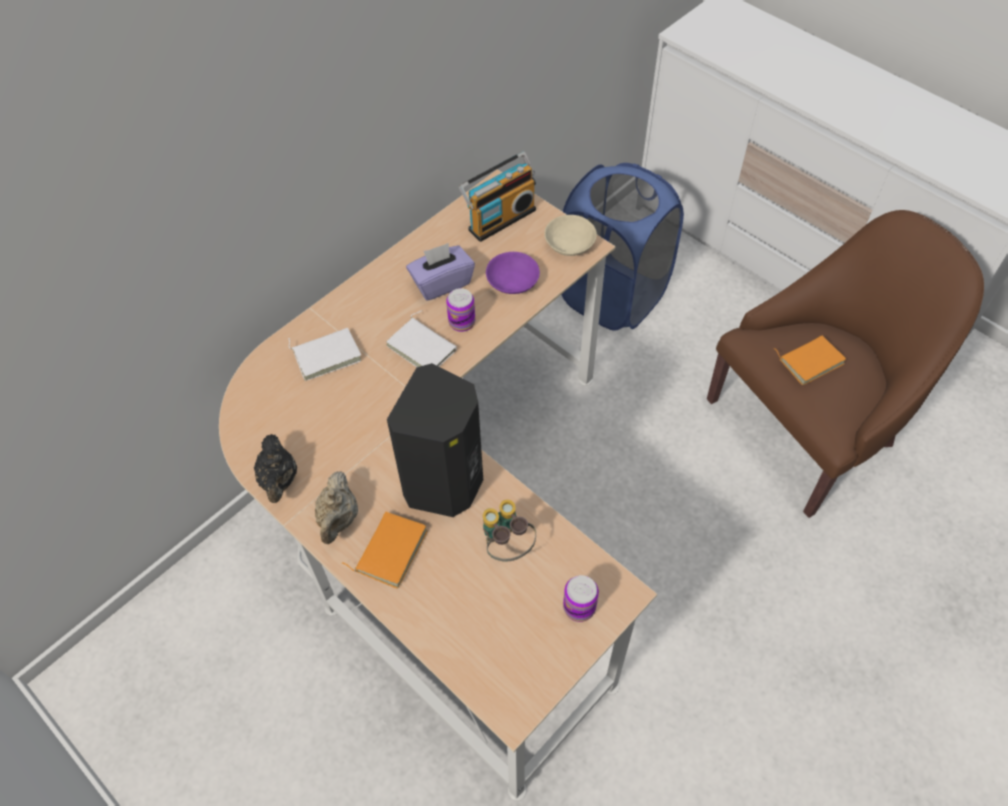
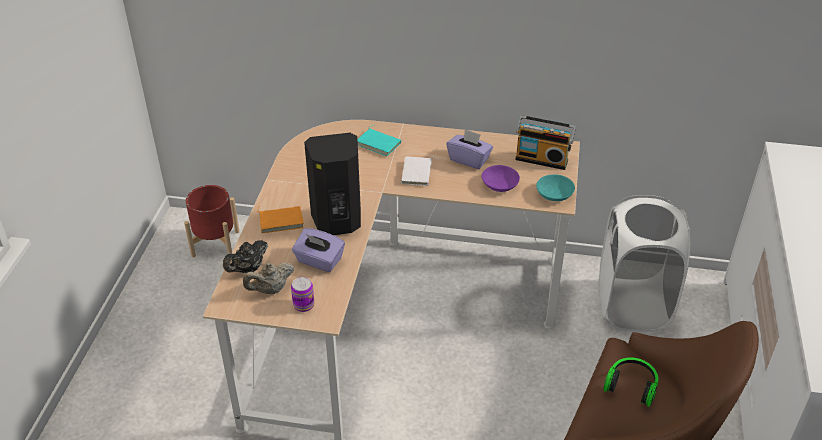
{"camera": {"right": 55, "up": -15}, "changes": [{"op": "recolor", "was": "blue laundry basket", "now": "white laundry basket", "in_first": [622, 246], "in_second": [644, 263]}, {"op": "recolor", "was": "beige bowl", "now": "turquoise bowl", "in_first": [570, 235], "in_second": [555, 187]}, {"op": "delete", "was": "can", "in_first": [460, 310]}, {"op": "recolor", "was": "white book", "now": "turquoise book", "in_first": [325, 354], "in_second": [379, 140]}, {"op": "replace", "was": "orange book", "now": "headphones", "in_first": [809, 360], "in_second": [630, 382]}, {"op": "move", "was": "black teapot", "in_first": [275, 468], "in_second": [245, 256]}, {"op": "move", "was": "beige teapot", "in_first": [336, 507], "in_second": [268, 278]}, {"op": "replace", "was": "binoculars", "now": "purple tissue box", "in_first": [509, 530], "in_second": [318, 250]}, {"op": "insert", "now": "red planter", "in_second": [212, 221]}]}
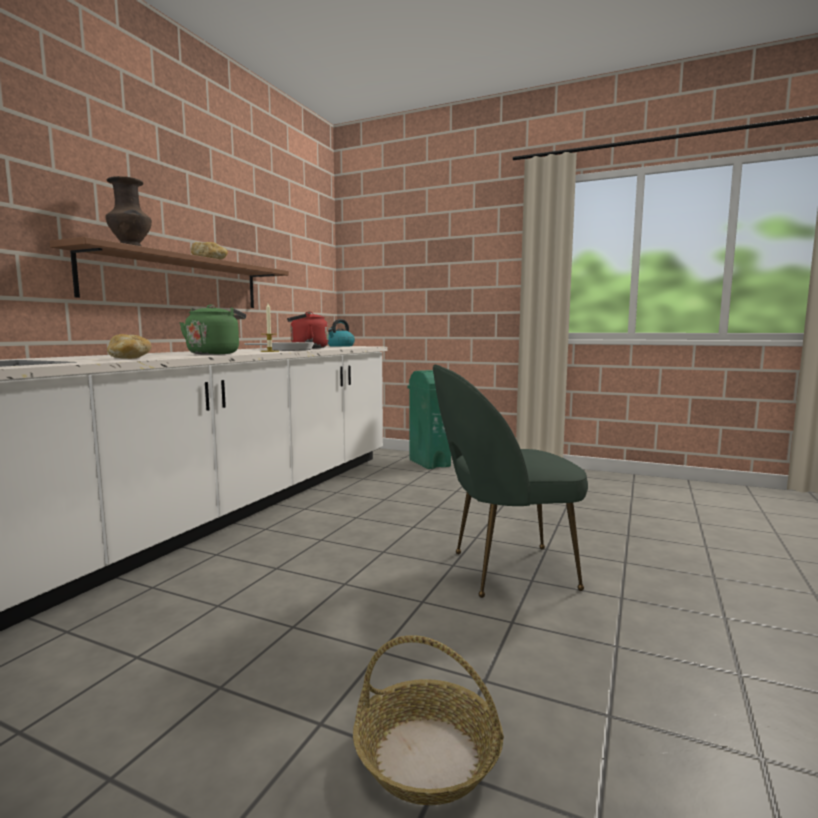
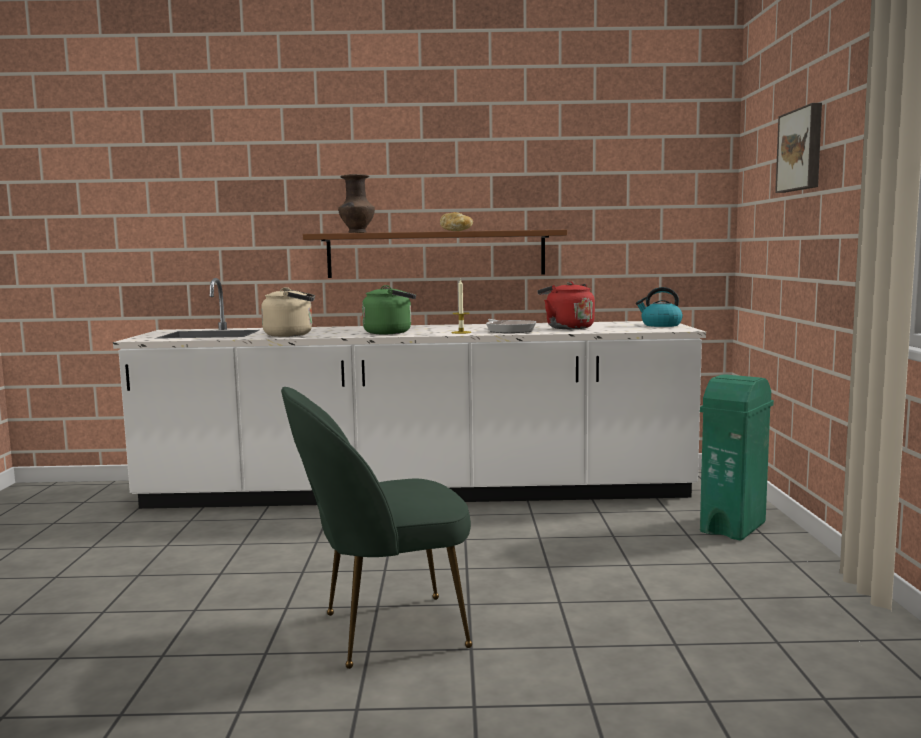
{"camera": {"right": 65, "up": 0}, "changes": [{"op": "replace", "was": "bread", "now": "beige kettle", "in_first": [129, 346], "in_second": [288, 312]}, {"op": "rotate", "was": "green chair", "in_first": [510, 481], "in_second": [376, 528], "clockwise": -75}, {"op": "delete", "was": "basket", "in_first": [428, 720]}, {"op": "insert", "now": "picture", "in_second": [798, 148]}]}
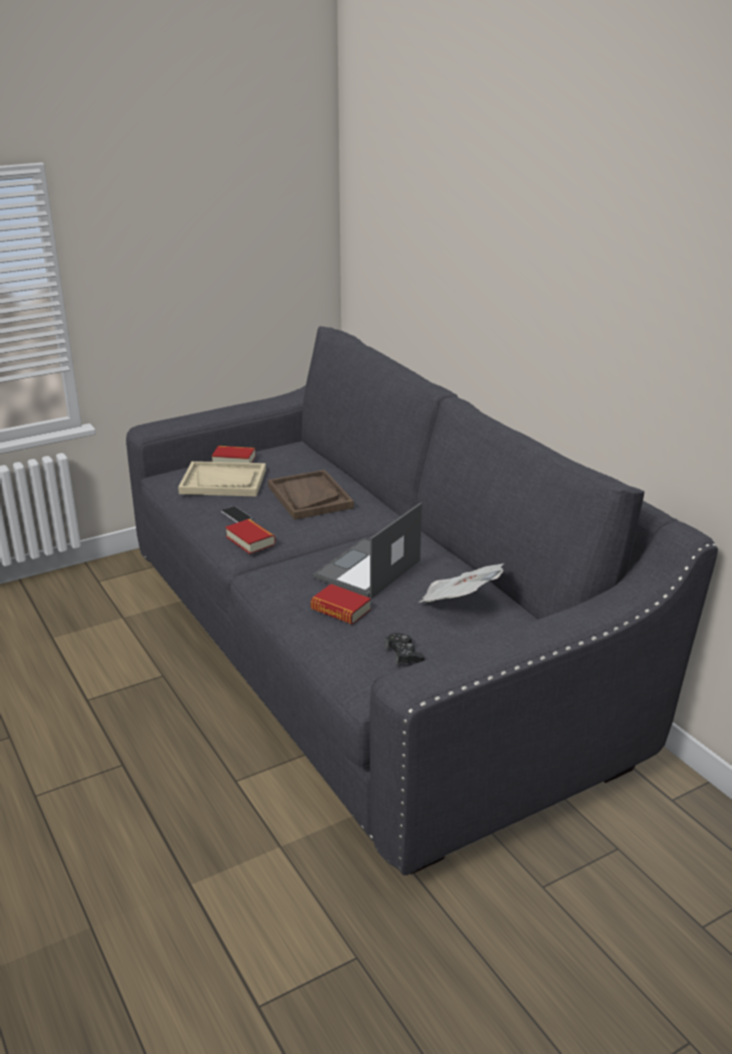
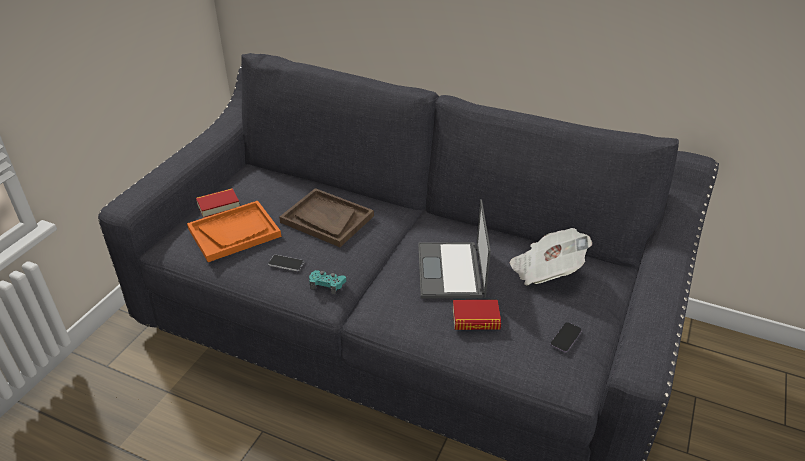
{"camera": {"right": -35, "up": 10}, "changes": [{"op": "recolor", "was": "beige tray", "now": "orange tray", "in_first": [222, 478], "in_second": [234, 231]}, {"op": "replace", "was": "book", "now": "turquoise game controller", "in_first": [250, 536], "in_second": [327, 282]}, {"op": "replace", "was": "black game controller", "now": "phone", "in_first": [405, 649], "in_second": [566, 337]}]}
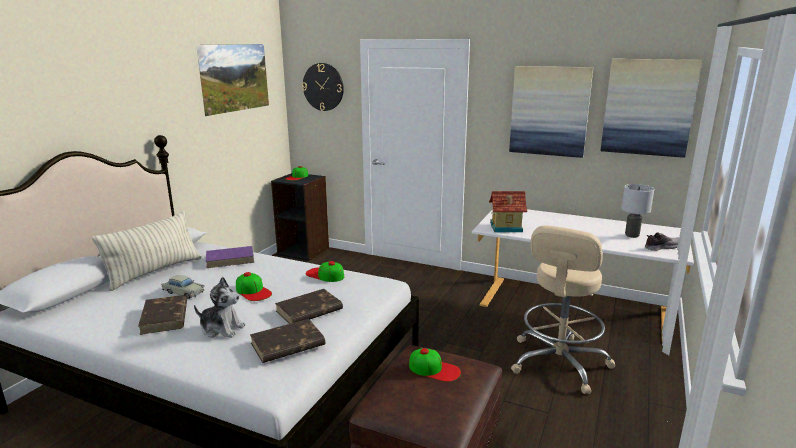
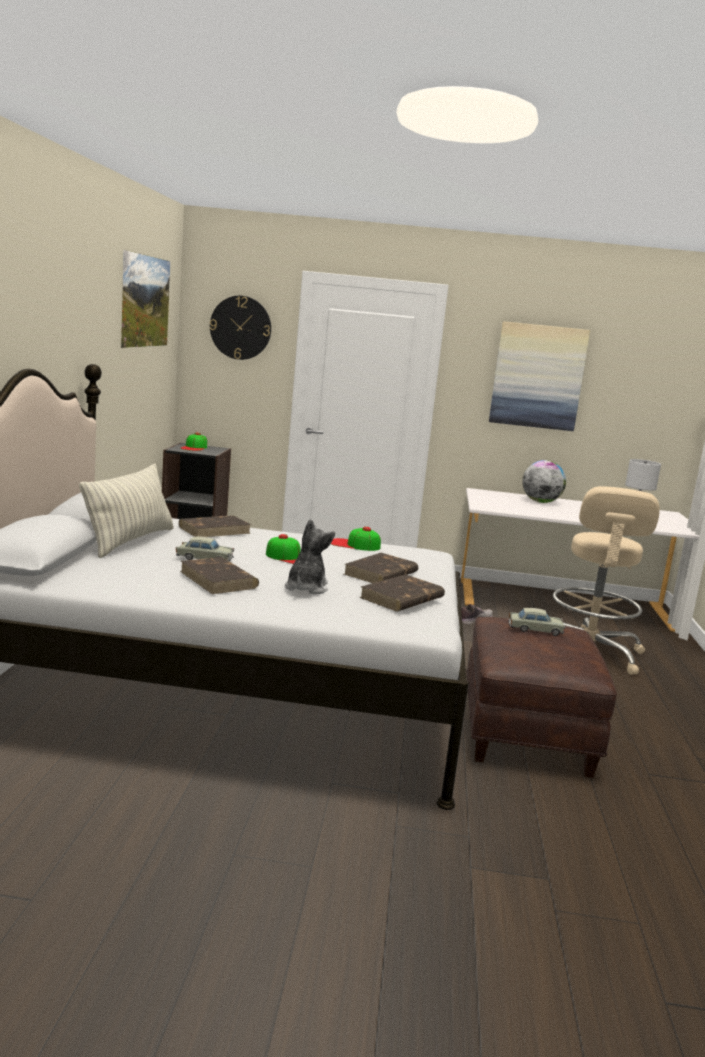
{"camera": {"right": -20, "up": -5}, "changes": [{"op": "delete", "was": "picture", "in_first": [651, 108]}, {"op": "delete", "was": "toy house", "in_first": [508, 211]}, {"op": "move", "was": "shoe", "in_first": [662, 241], "in_second": [477, 614]}, {"op": "recolor", "was": "purple book", "now": "brown book", "in_first": [230, 257], "in_second": [215, 526]}, {"op": "rotate", "was": "plush toy", "in_first": [220, 307], "in_second": [310, 557], "clockwise": -75}, {"op": "replace", "was": "cap", "now": "beige toy car", "in_first": [435, 365], "in_second": [536, 622]}, {"op": "insert", "now": "globe", "in_second": [544, 481]}]}
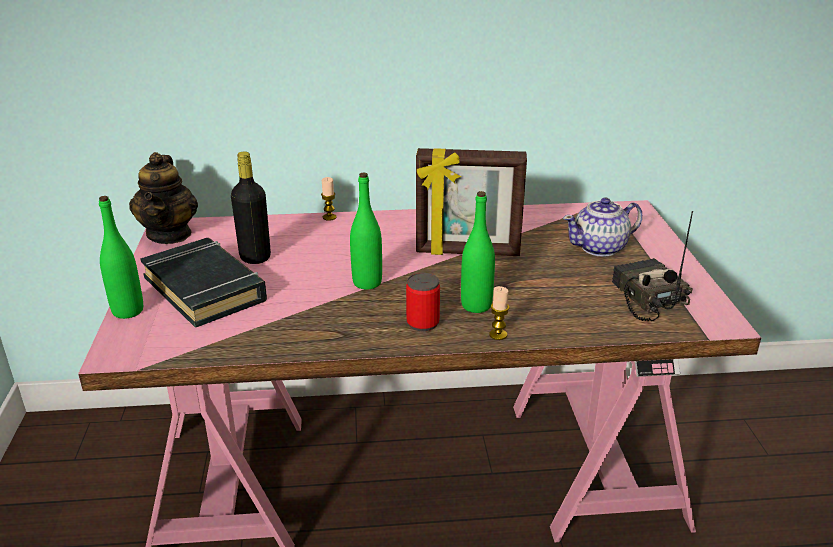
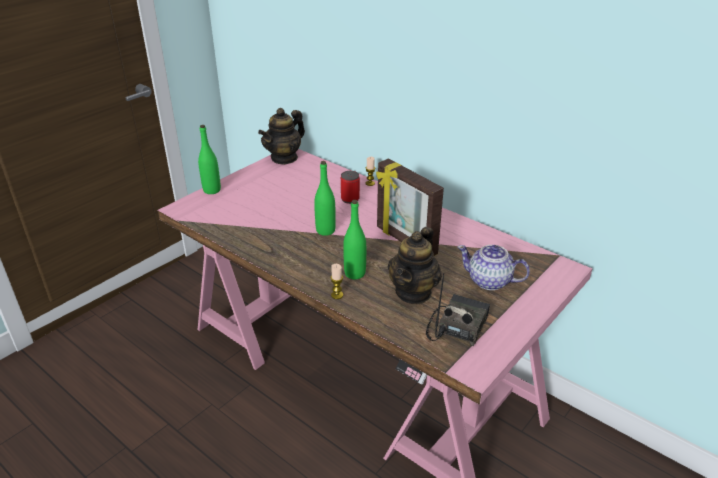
{"camera": {"right": 45, "up": 5}, "changes": [{"op": "delete", "was": "black bottle", "in_first": [251, 208]}, {"op": "delete", "was": "black book", "in_first": [203, 283]}, {"op": "move", "was": "can", "in_first": [423, 302], "in_second": [350, 187]}, {"op": "insert", "now": "teapot", "in_second": [415, 265]}]}
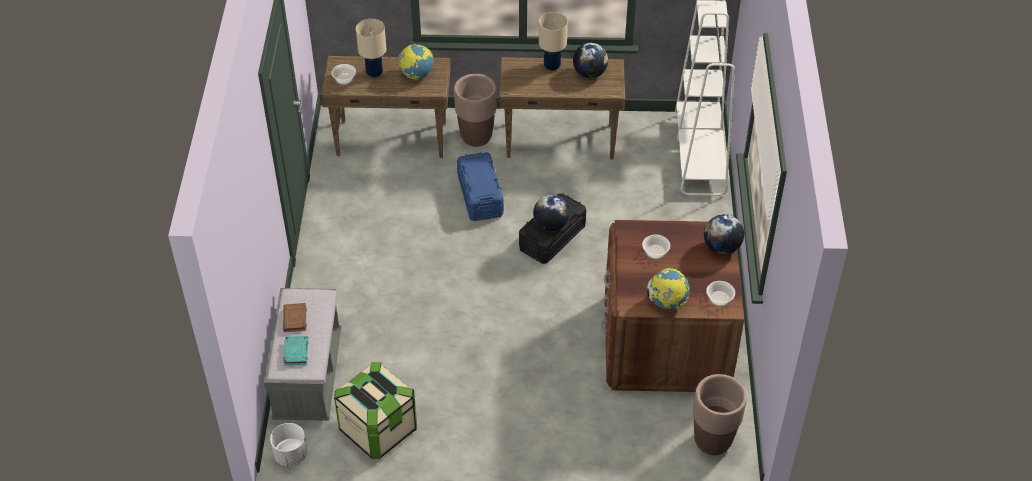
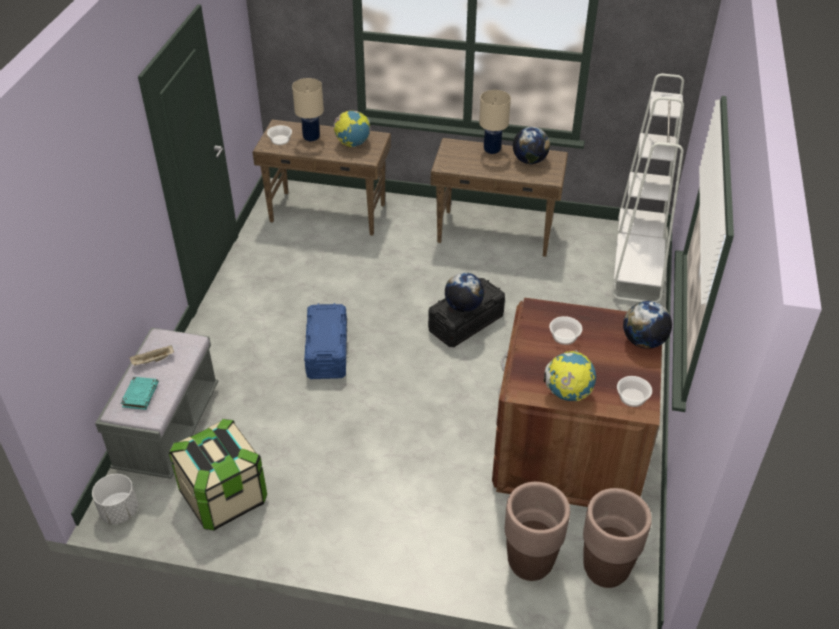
{"camera": {"right": 10, "up": -5}, "changes": [{"op": "move", "was": "brown planter", "in_first": [475, 110], "in_second": [537, 531]}, {"op": "move", "was": "blue storage box", "in_first": [480, 186], "in_second": [325, 341]}, {"op": "replace", "was": "brown book", "now": "beige tray", "in_first": [295, 317], "in_second": [152, 355]}]}
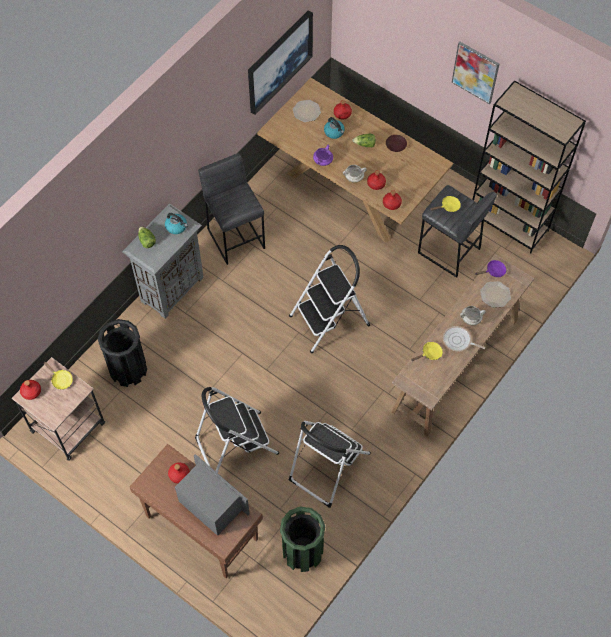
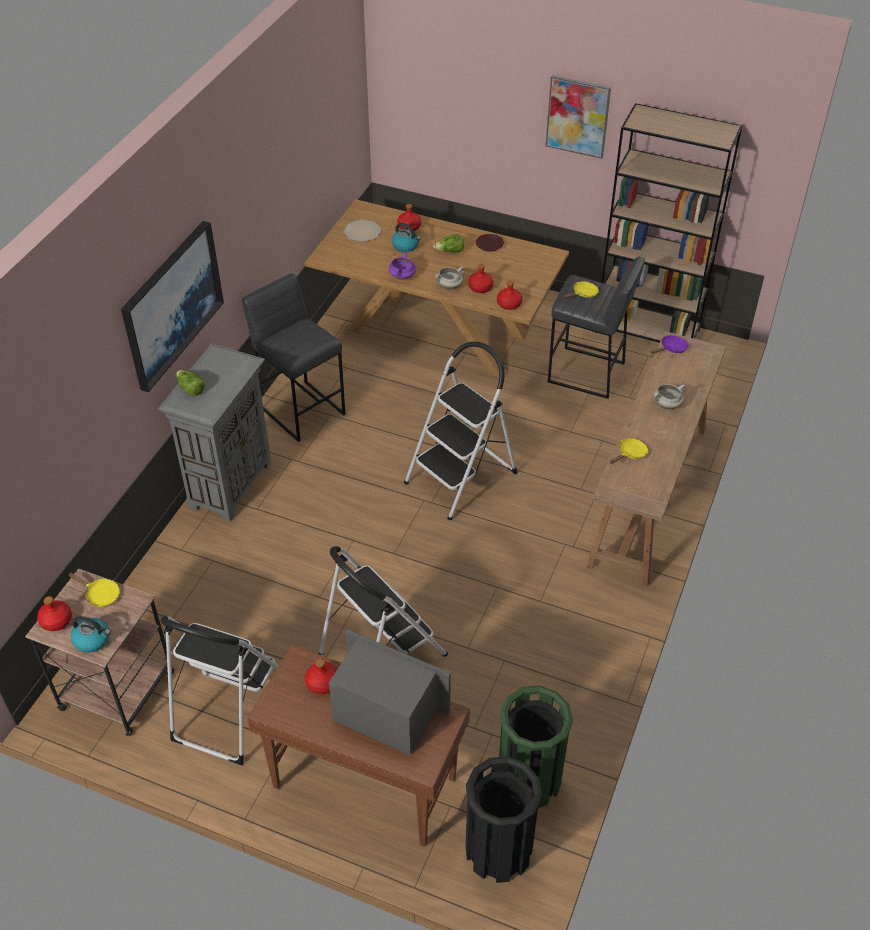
{"camera": {"right": -15, "up": -15}, "changes": [{"op": "move", "was": "picture", "in_first": [280, 62], "in_second": [172, 306]}, {"op": "move", "was": "kettle", "in_first": [176, 223], "in_second": [91, 634]}, {"op": "delete", "was": "plate", "in_first": [495, 294]}, {"op": "move", "was": "black trash can", "in_first": [122, 353], "in_second": [503, 819]}, {"op": "delete", "was": "frying pan", "in_first": [464, 339]}, {"op": "move", "was": "step ladder", "in_first": [330, 464], "in_second": [219, 690]}]}
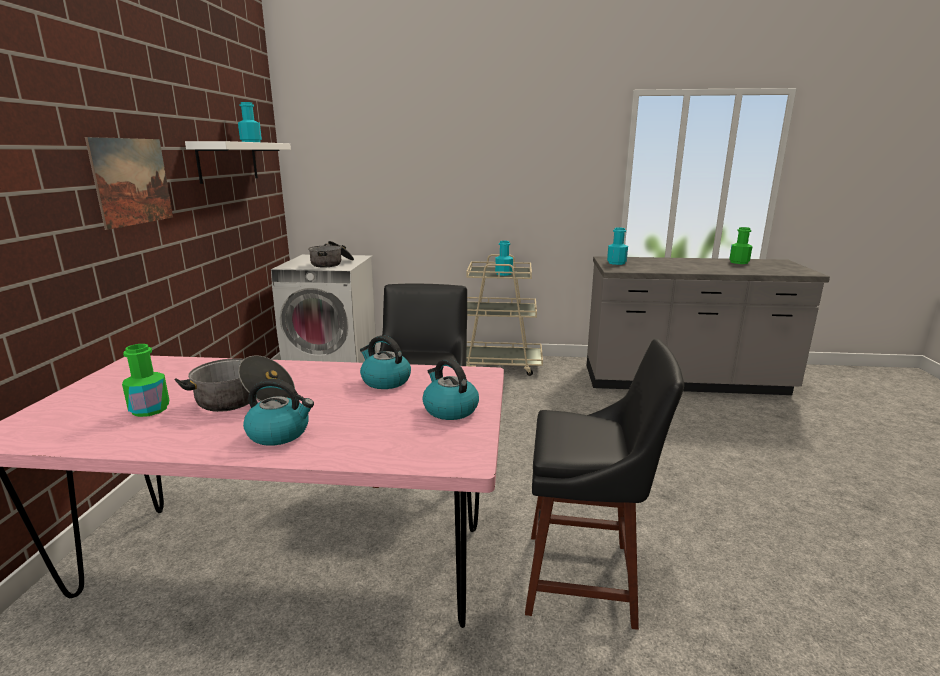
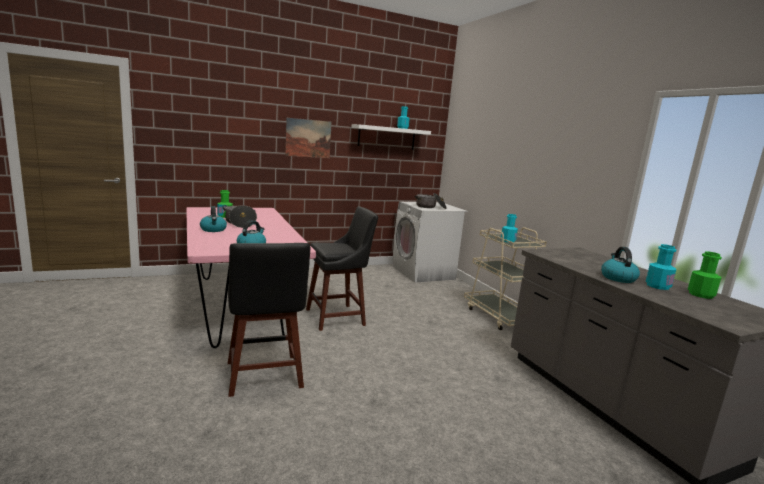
{"camera": {"right": 60, "up": -5}, "changes": [{"op": "move", "was": "turquoise bottle", "in_first": [617, 246], "in_second": [661, 267]}, {"op": "move", "was": "kettle", "in_first": [385, 362], "in_second": [620, 265]}]}
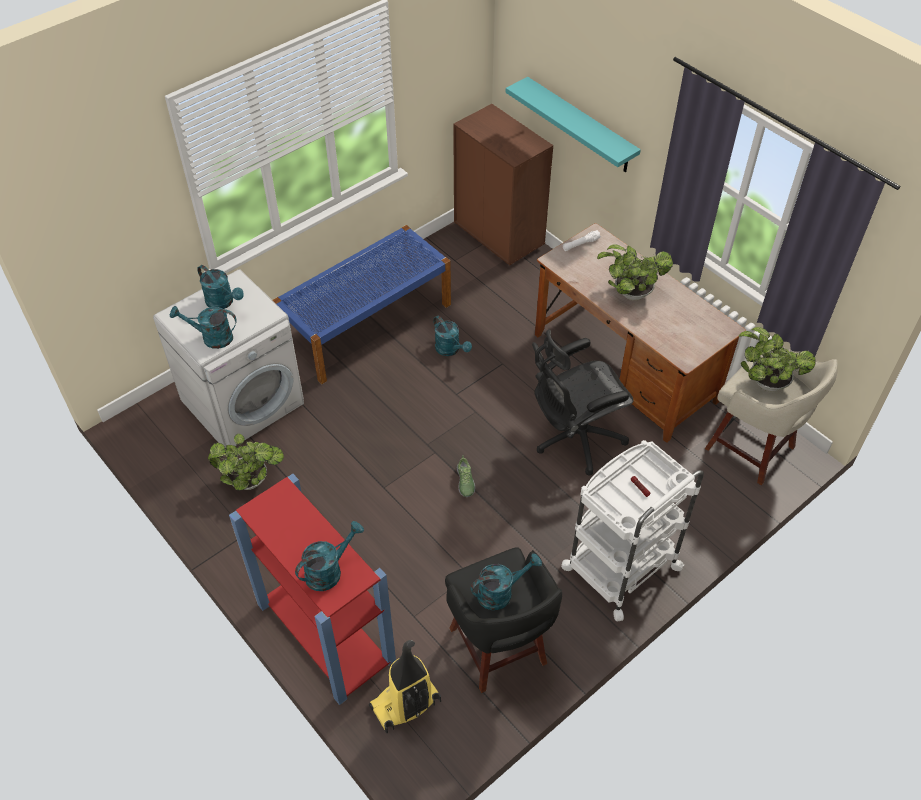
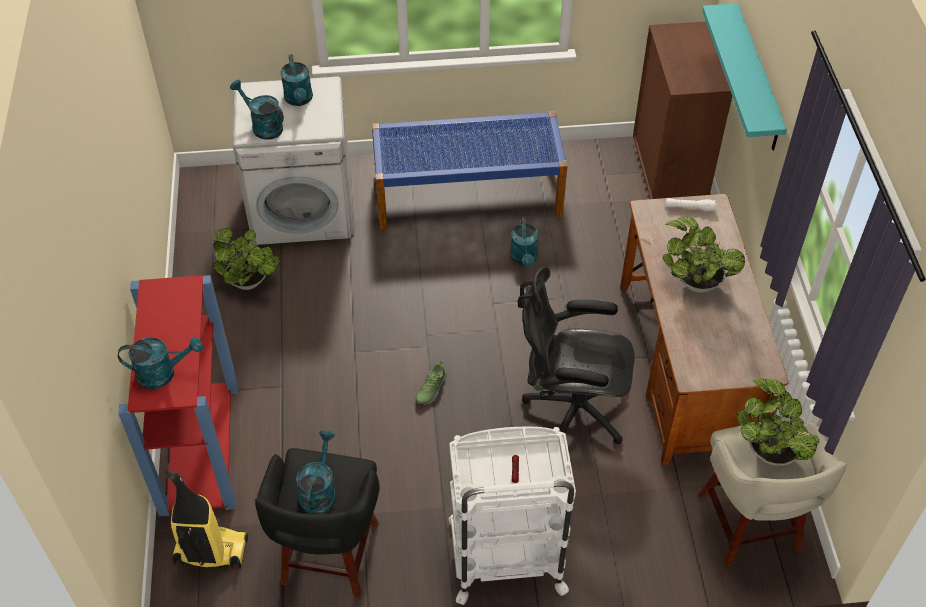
{"camera": {"right": 35, "up": 0}, "changes": [{"op": "rotate", "was": "turquoise watering can", "in_first": [506, 582], "in_second": [316, 472], "clockwise": -90}]}
